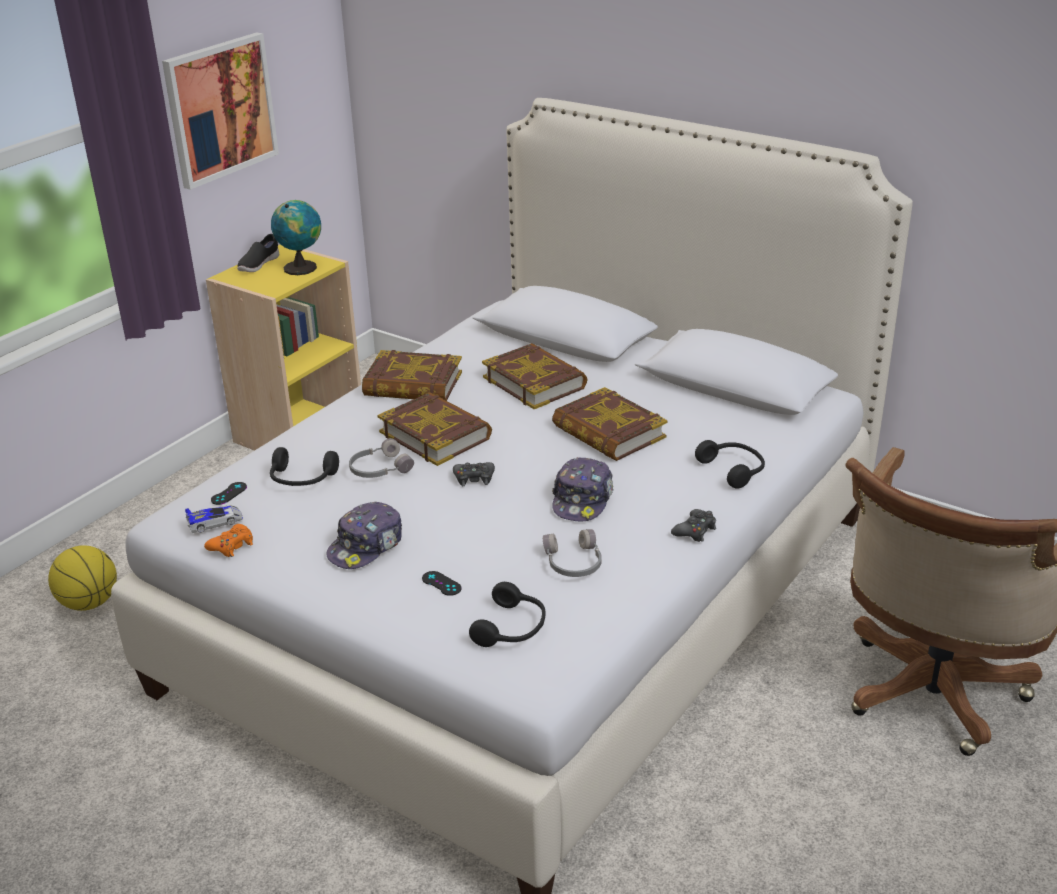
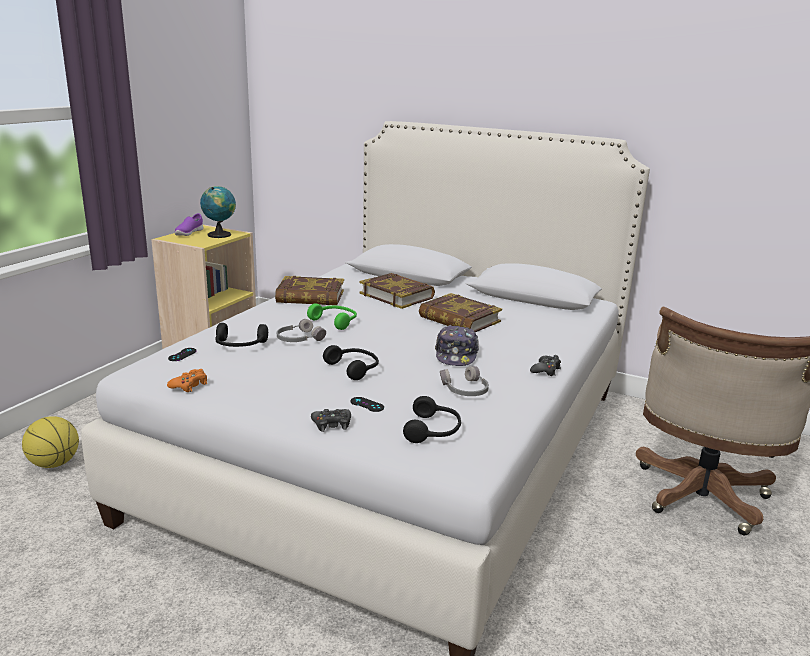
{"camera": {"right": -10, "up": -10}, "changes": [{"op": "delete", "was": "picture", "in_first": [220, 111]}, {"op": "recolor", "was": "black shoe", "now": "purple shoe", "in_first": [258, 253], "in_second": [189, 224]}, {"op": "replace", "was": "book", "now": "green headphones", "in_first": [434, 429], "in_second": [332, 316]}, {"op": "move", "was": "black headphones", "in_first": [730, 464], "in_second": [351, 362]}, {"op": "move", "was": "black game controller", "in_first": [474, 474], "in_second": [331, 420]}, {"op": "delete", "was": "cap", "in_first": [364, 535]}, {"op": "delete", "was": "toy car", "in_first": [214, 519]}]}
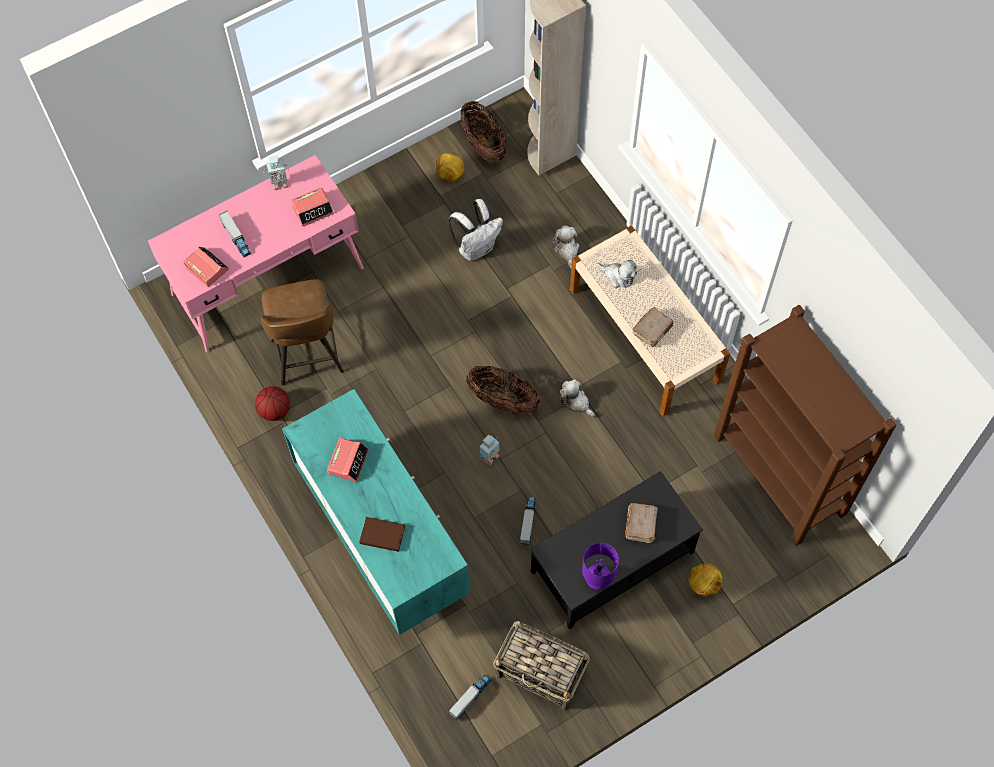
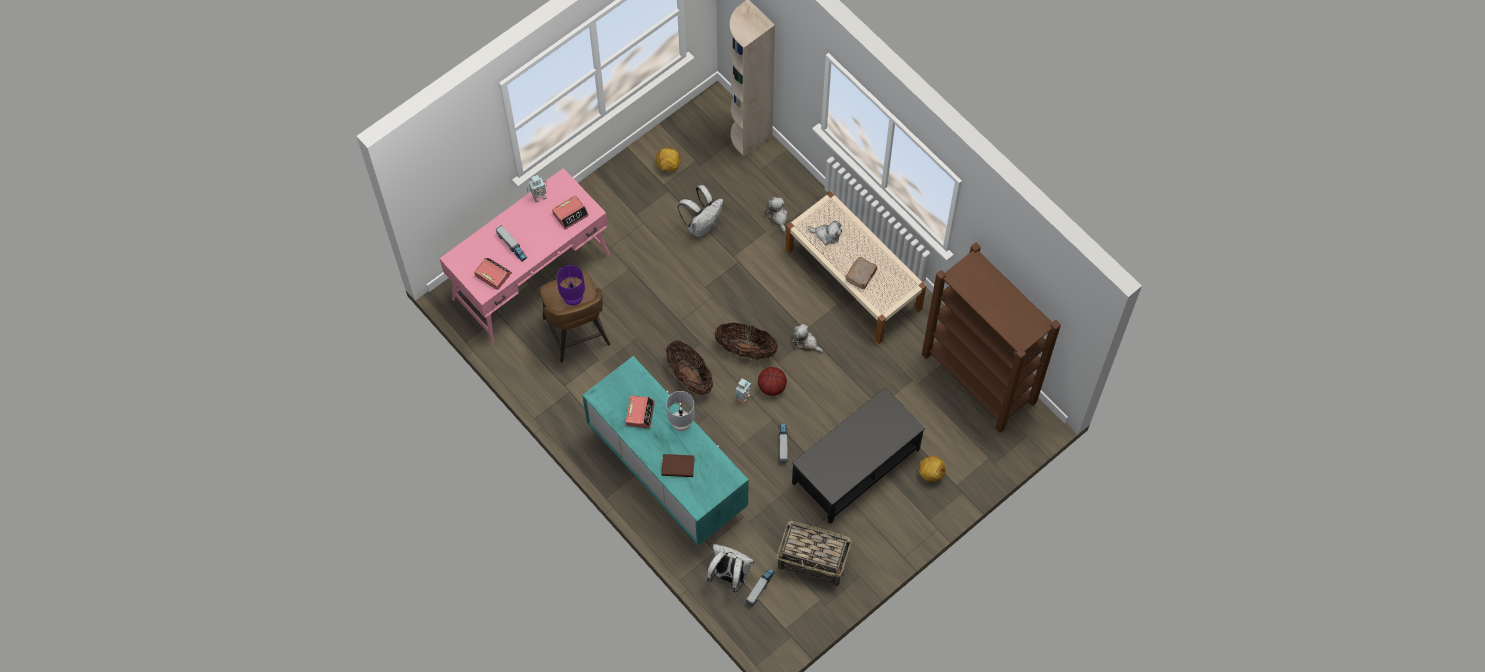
{"camera": {"right": -10, "up": 0}, "changes": [{"op": "move", "was": "basket", "in_first": [483, 132], "in_second": [689, 368]}, {"op": "move", "was": "basketball", "in_first": [272, 403], "in_second": [772, 381]}, {"op": "delete", "was": "brown book", "in_first": [641, 523]}, {"op": "move", "was": "purple table lamp", "in_first": [600, 566], "in_second": [570, 285]}, {"op": "insert", "now": "grey table lamp", "in_second": [680, 411]}, {"op": "insert", "now": "white backpack", "in_second": [730, 568]}]}
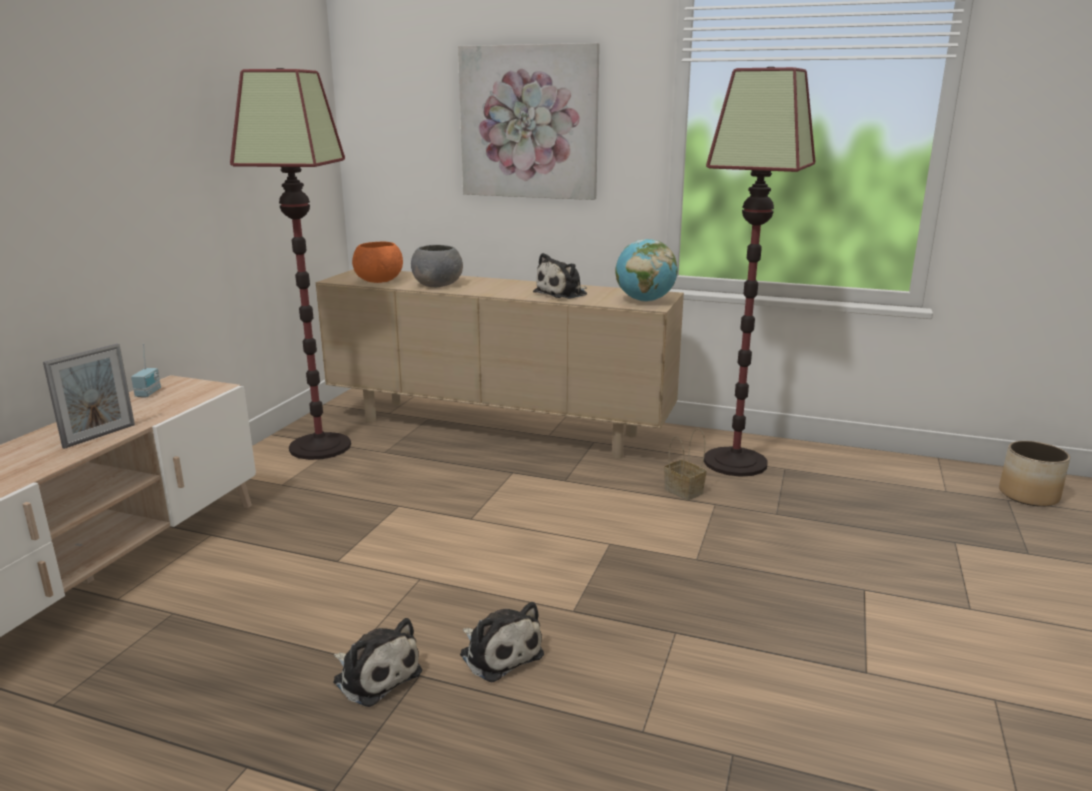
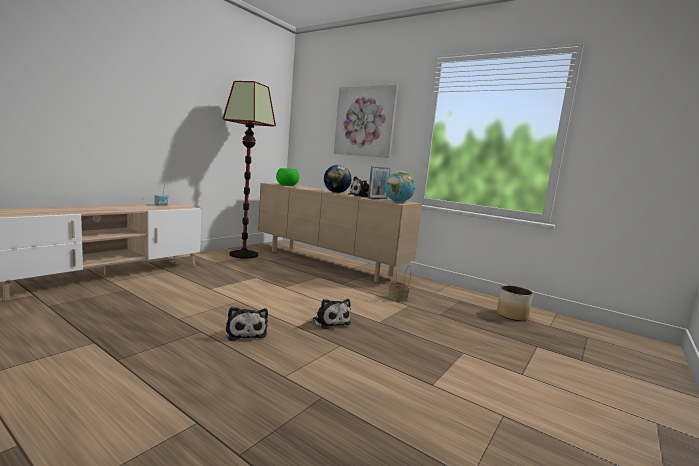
{"camera": {"right": 15, "up": -10}, "changes": [{"op": "delete", "was": "floor lamp", "in_first": [760, 272]}, {"op": "recolor", "was": "orange bowl", "now": "green bowl", "in_first": [377, 262], "in_second": [287, 177]}, {"op": "delete", "was": "grey bowl", "in_first": [437, 266]}, {"op": "move", "was": "picture frame", "in_first": [89, 396], "in_second": [379, 182]}, {"op": "move", "was": "planter", "in_first": [1034, 474], "in_second": [515, 303]}, {"op": "move", "was": "plush toy", "in_first": [378, 662], "in_second": [331, 314]}, {"op": "insert", "now": "globe", "in_second": [338, 179]}]}
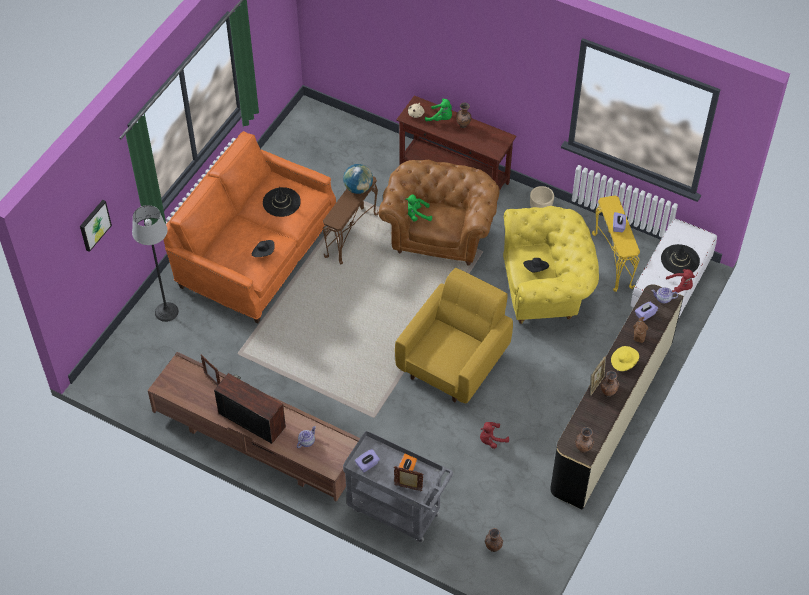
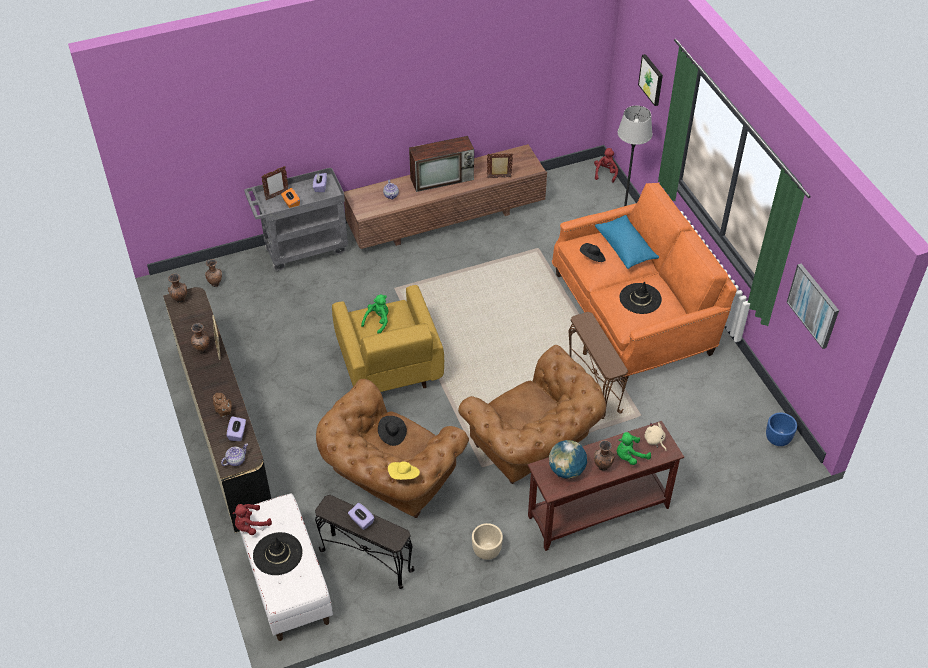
{"camera": {"right": 130, "up": -5}, "changes": [{"op": "move", "was": "globe", "in_first": [358, 179], "in_second": [568, 459]}, {"op": "move", "was": "green plush toy", "in_first": [418, 208], "in_second": [375, 314]}, {"op": "recolor", "was": "yellow side table", "now": "black side table", "in_first": [616, 243], "in_second": [365, 542]}, {"op": "recolor", "was": "yellow armchair", "now": "brown armchair", "in_first": [551, 265], "in_second": [392, 448]}, {"op": "move", "was": "yellow hat", "in_first": [625, 358], "in_second": [404, 470]}, {"op": "move", "was": "red plush toy", "in_first": [494, 435], "in_second": [606, 165]}, {"op": "insert", "now": "blue pillow", "in_second": [627, 242]}, {"op": "insert", "now": "picture", "in_second": [813, 306]}, {"op": "insert", "now": "blue planter", "in_second": [781, 429]}]}
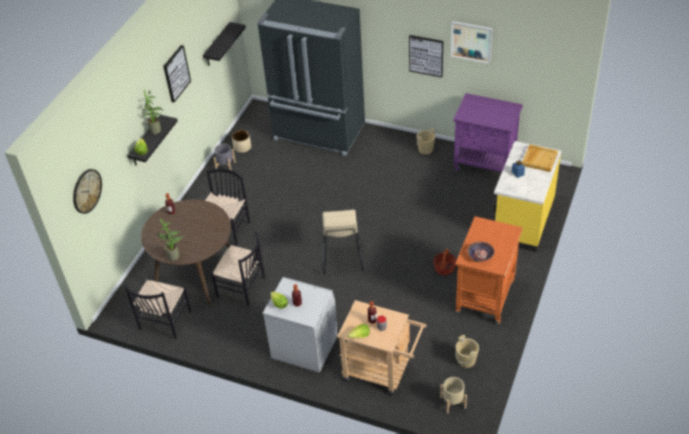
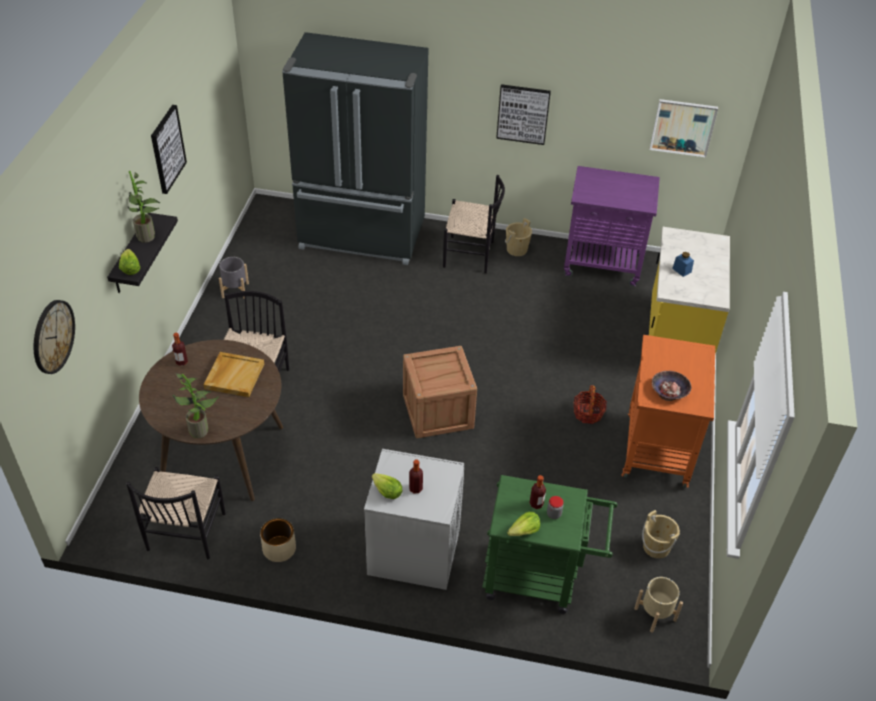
{"camera": {"right": -15, "up": 0}, "changes": [{"op": "move", "was": "picture", "in_first": [472, 42], "in_second": [683, 128]}, {"op": "delete", "was": "black shelf", "in_first": [224, 44]}, {"op": "move", "was": "beige planter", "in_first": [241, 141], "in_second": [278, 540]}, {"op": "move", "was": "beige tray", "in_first": [540, 158], "in_second": [233, 374]}, {"op": "replace", "was": "beige stool", "now": "crate", "in_first": [343, 242], "in_second": [440, 392]}, {"op": "move", "was": "black chair", "in_first": [238, 268], "in_second": [474, 224]}, {"op": "recolor", "was": "beige cart", "now": "green cart", "in_first": [382, 347], "in_second": [549, 544]}]}
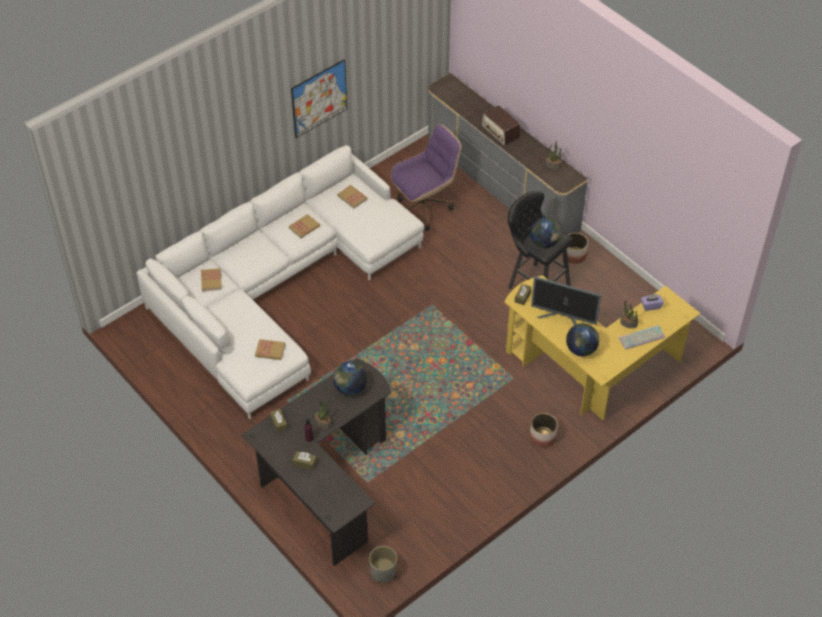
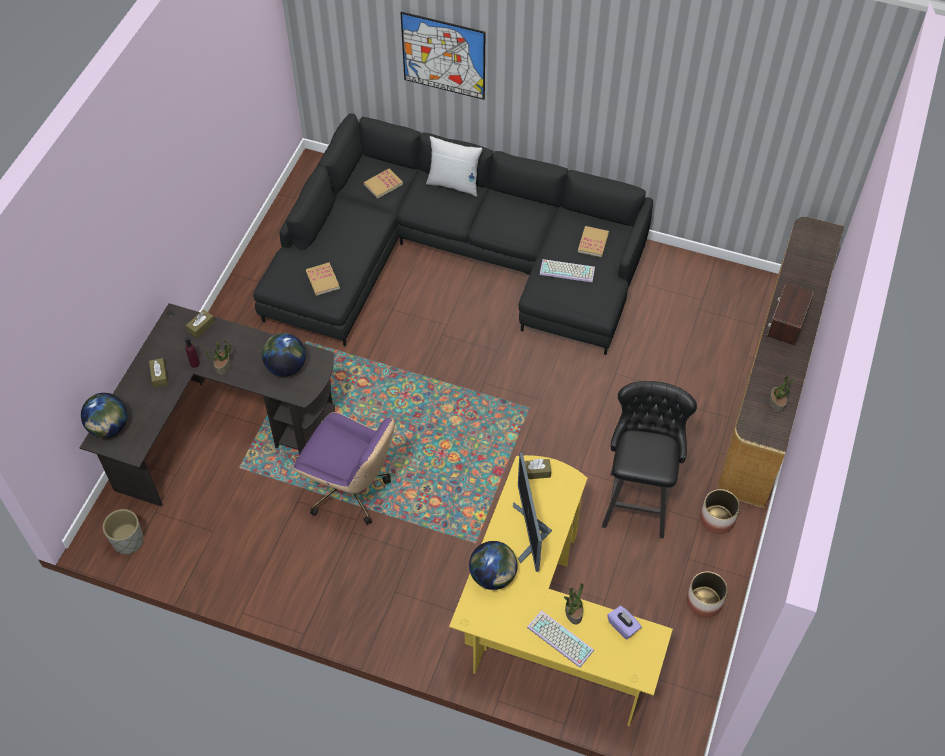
{"camera": {"right": 60, "up": 5}, "changes": [{"op": "move", "was": "picture", "in_first": [319, 98], "in_second": [442, 56]}, {"op": "recolor", "was": "grey cabinet", "now": "brown cabinet", "in_first": [508, 154], "in_second": [781, 362]}, {"op": "move", "was": "purple office chair", "in_first": [426, 177], "in_second": [344, 468]}, {"op": "recolor", "was": "white sofa", "now": "black sofa", "in_first": [280, 282], "in_second": [453, 234]}, {"op": "delete", "was": "book", "in_first": [304, 226]}, {"op": "move", "was": "globe", "in_first": [545, 232], "in_second": [104, 415]}, {"op": "move", "was": "planter", "in_first": [544, 430], "in_second": [707, 594]}, {"op": "insert", "now": "grey pillow", "in_second": [454, 166]}, {"op": "insert", "now": "keyboard", "in_second": [567, 271]}]}
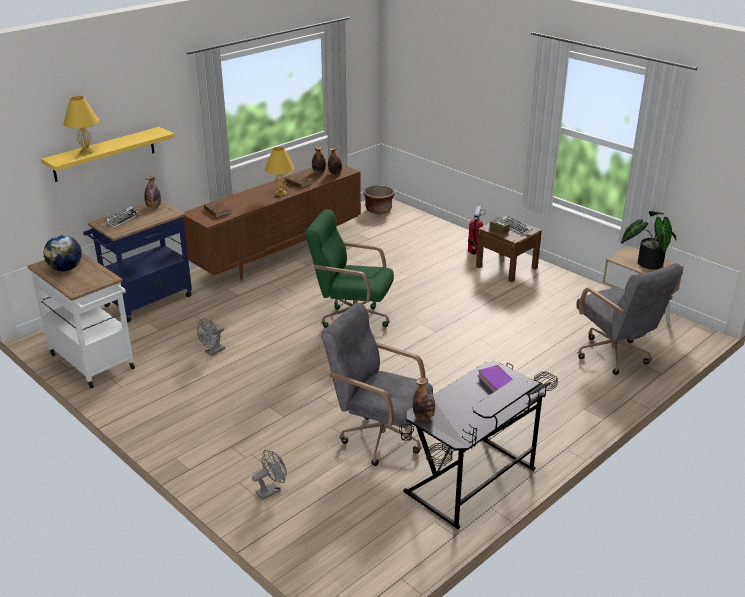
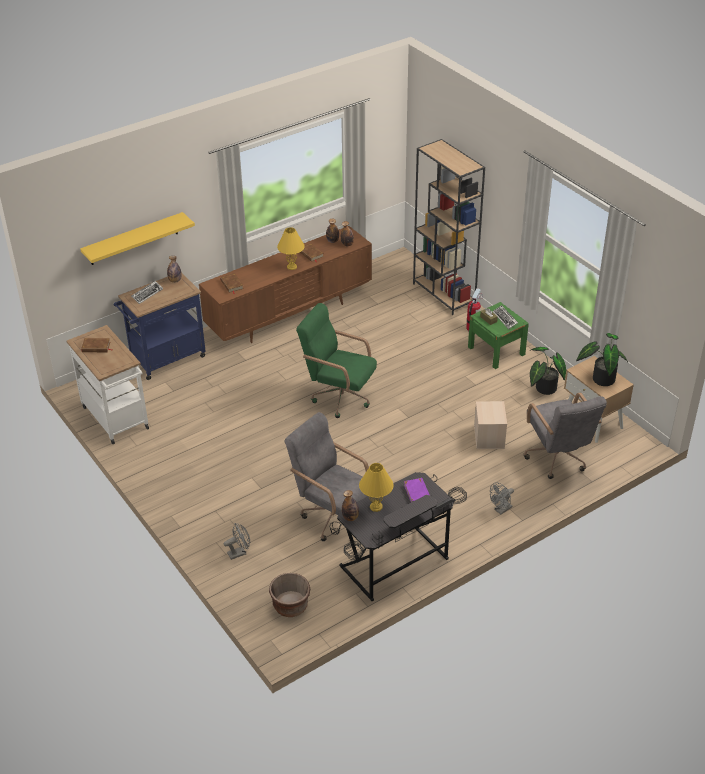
{"camera": {"right": 10, "up": 10}, "changes": [{"op": "move", "was": "yellow table lamp", "in_first": [81, 125], "in_second": [376, 487]}, {"op": "move", "was": "brown planter", "in_first": [379, 200], "in_second": [289, 595]}, {"op": "recolor", "was": "brown nightstand", "now": "green nightstand", "in_first": [509, 249], "in_second": [498, 335]}, {"op": "replace", "was": "globe", "now": "brown book", "in_first": [63, 253], "in_second": [96, 345]}, {"op": "move", "was": "grey fan", "in_first": [211, 337], "in_second": [502, 499]}, {"op": "insert", "now": "bookcase", "in_second": [449, 227]}, {"op": "insert", "now": "potted plant", "in_second": [548, 371]}, {"op": "insert", "now": "beige storage box", "in_second": [490, 425]}]}
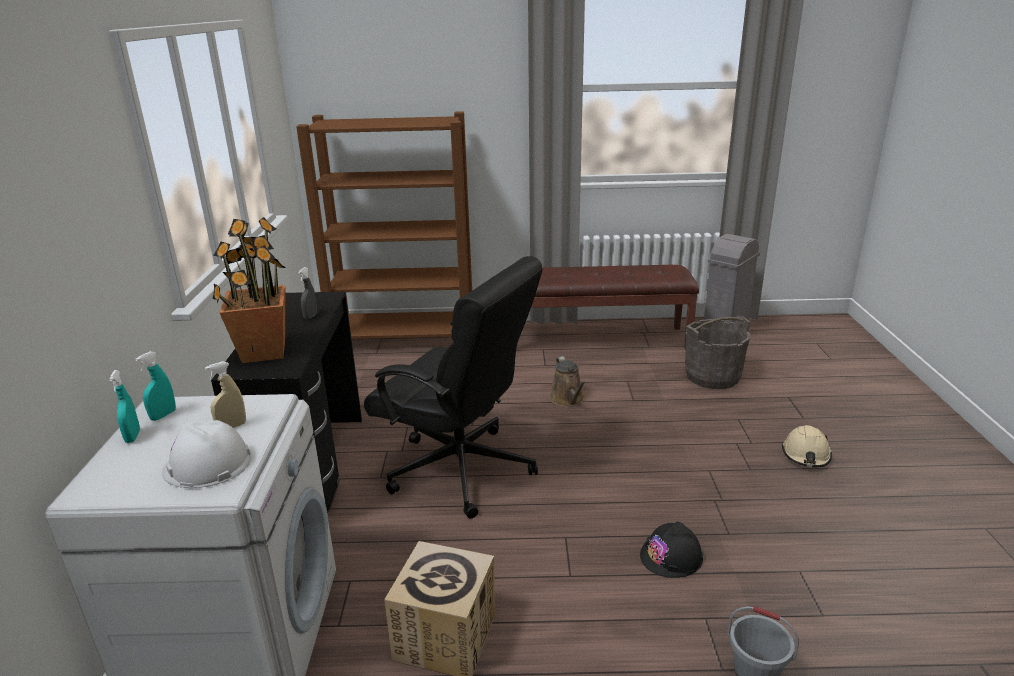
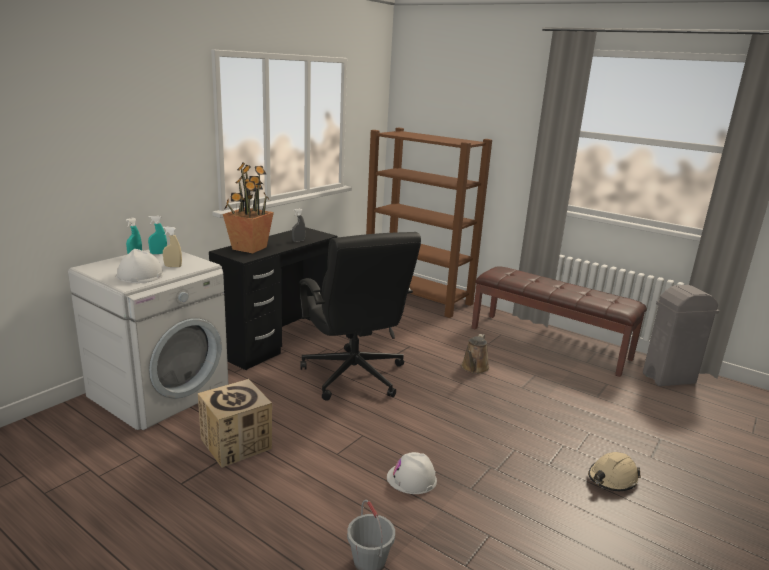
{"camera": {"right": 35, "up": -5}, "changes": [{"op": "delete", "was": "grey bucket", "in_first": [718, 352]}, {"op": "recolor", "was": "black hard hat", "now": "white hard hat", "in_first": [671, 550], "in_second": [412, 473]}]}
